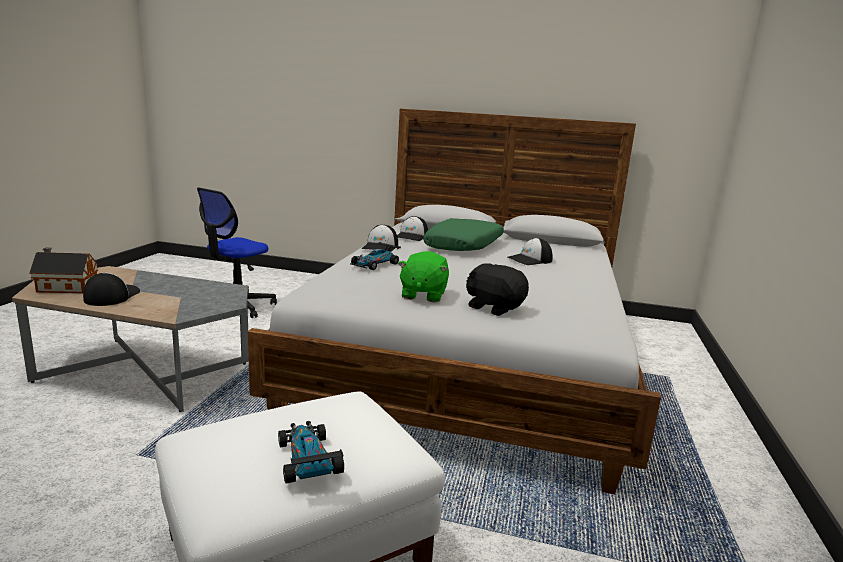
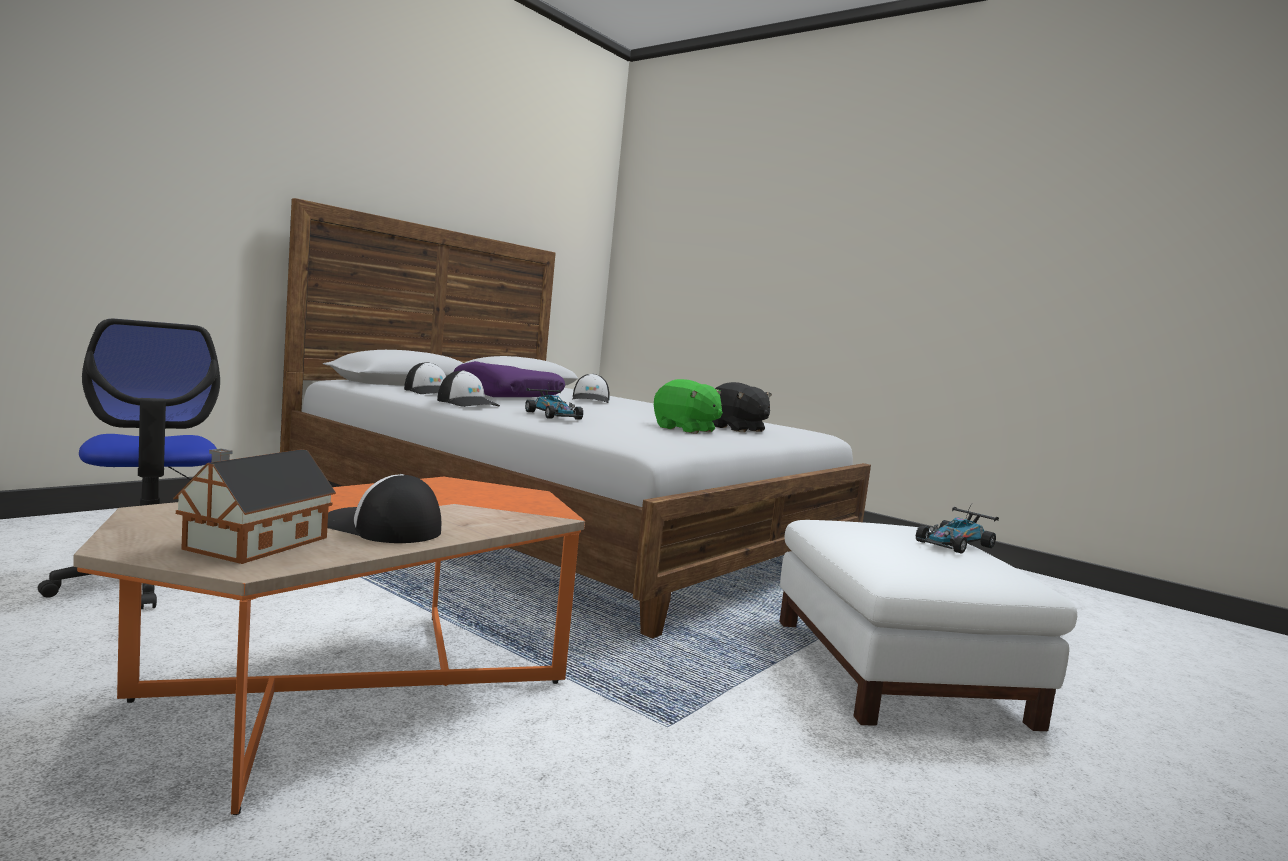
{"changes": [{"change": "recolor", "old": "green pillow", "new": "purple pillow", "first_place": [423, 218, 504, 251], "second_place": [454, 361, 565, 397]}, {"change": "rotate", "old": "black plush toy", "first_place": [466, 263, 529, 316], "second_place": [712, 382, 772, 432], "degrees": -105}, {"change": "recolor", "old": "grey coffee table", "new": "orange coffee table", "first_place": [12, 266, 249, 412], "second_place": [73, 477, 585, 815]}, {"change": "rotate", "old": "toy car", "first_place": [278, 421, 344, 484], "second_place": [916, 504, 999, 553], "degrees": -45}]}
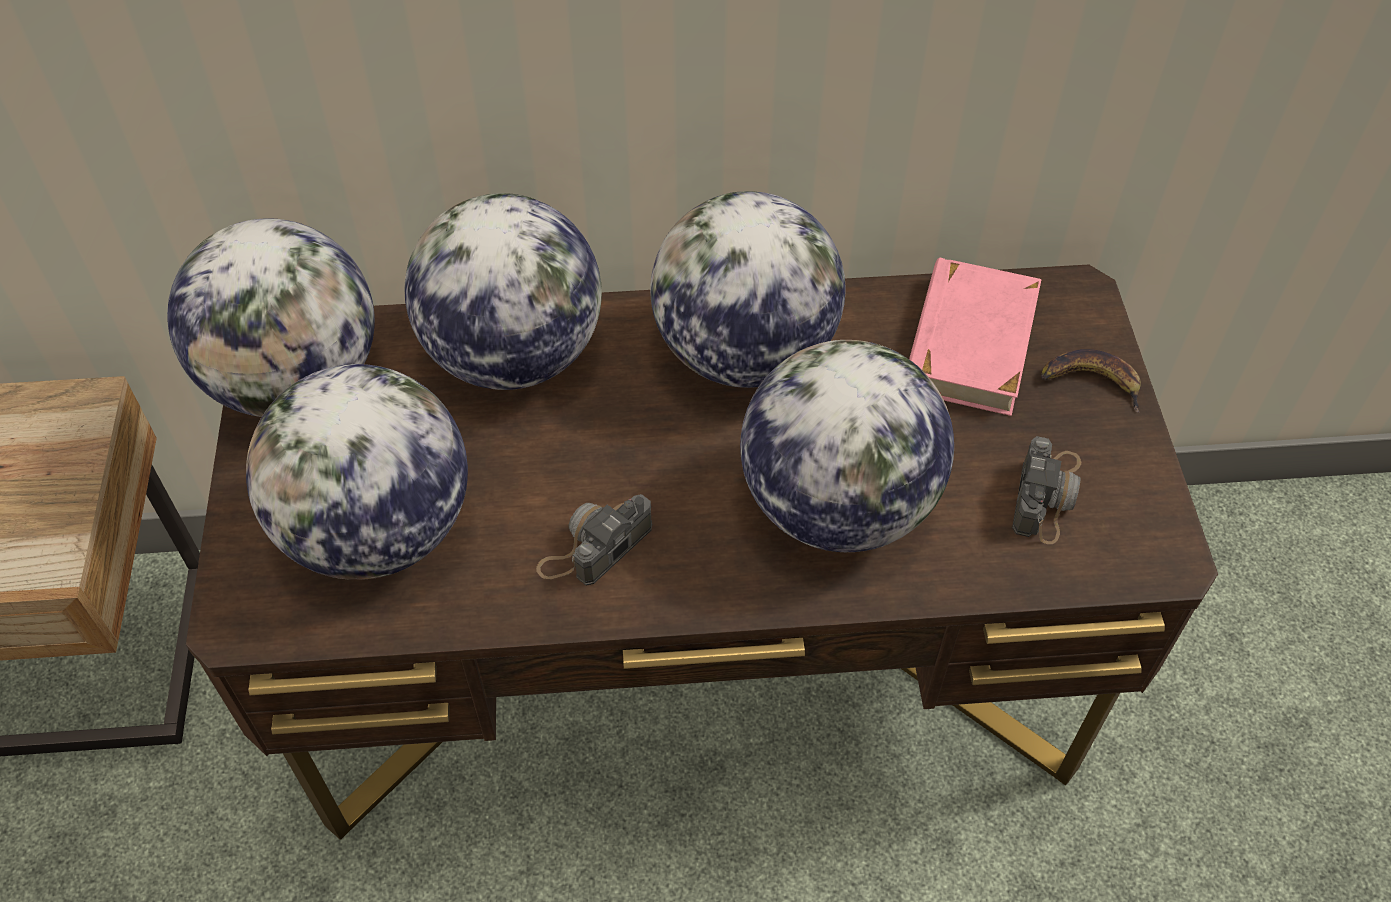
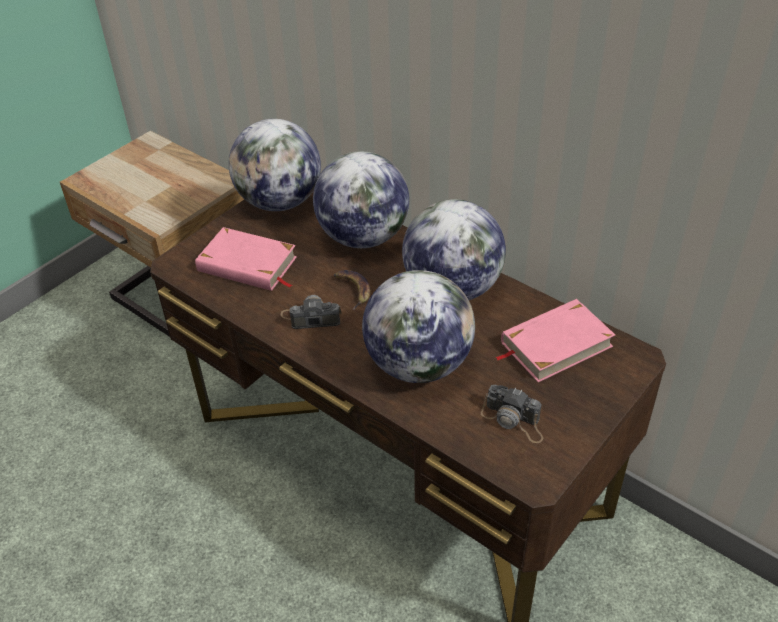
{"changes": [{"change": "move", "old": "banana", "first_place": [1041, 349, 1141, 413], "second_place": [334, 270, 371, 310]}, {"change": "replace", "old": "globe", "new": "pink book", "first_place": [246, 364, 468, 580], "second_place": [195, 227, 297, 291]}, {"change": "rotate", "old": "photo camera", "first_place": [1012, 436, 1081, 544], "second_place": [480, 385, 543, 443], "degrees": 60}]}
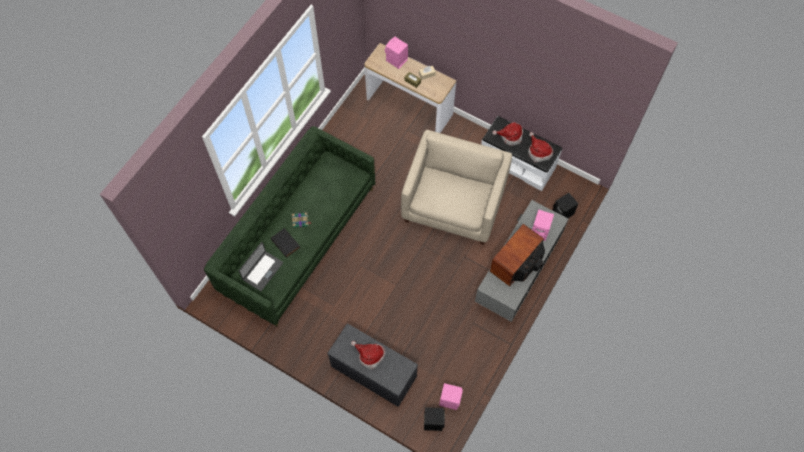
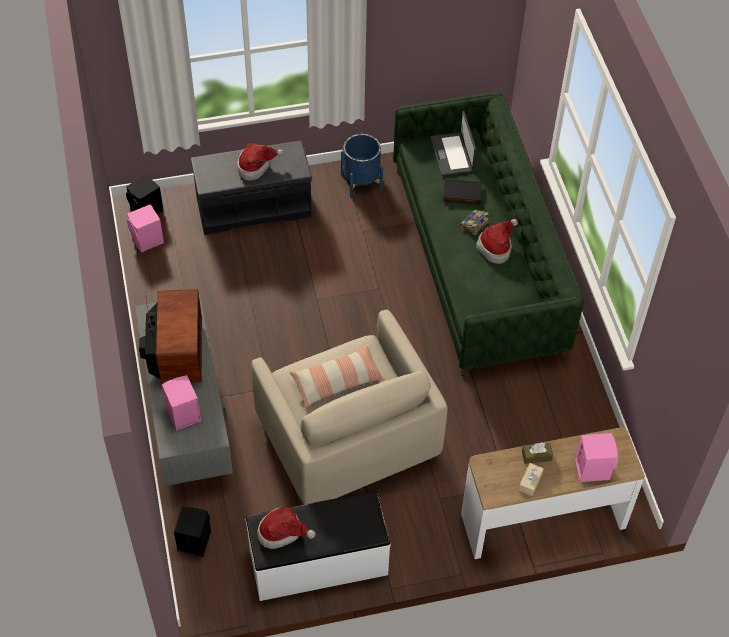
{"changes": [{"change": "move", "old": "hat", "first_place": [492, 122, 523, 146], "second_place": [476, 219, 518, 264]}, {"change": "insert", "new": "blue planter", "second_place": [341, 134, 383, 198]}, {"change": "insert", "new": "pillow", "second_place": [289, 344, 386, 408]}]}
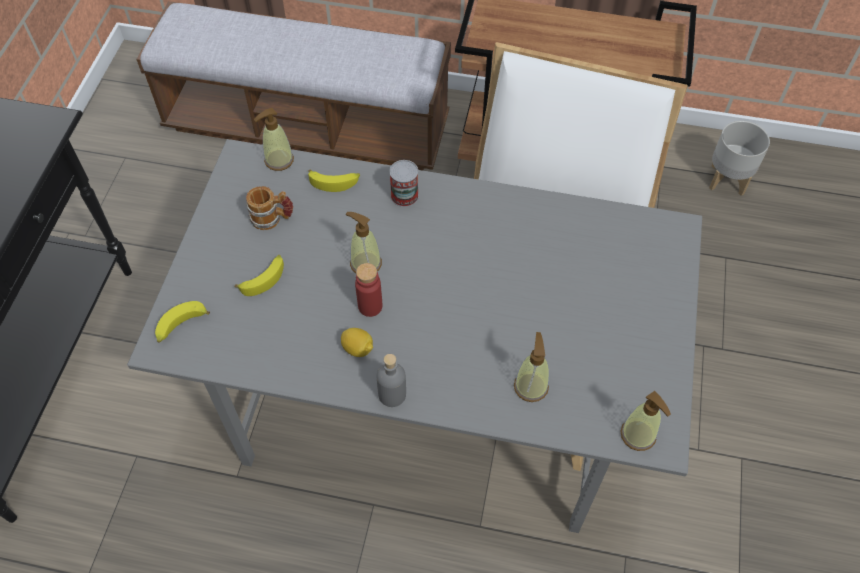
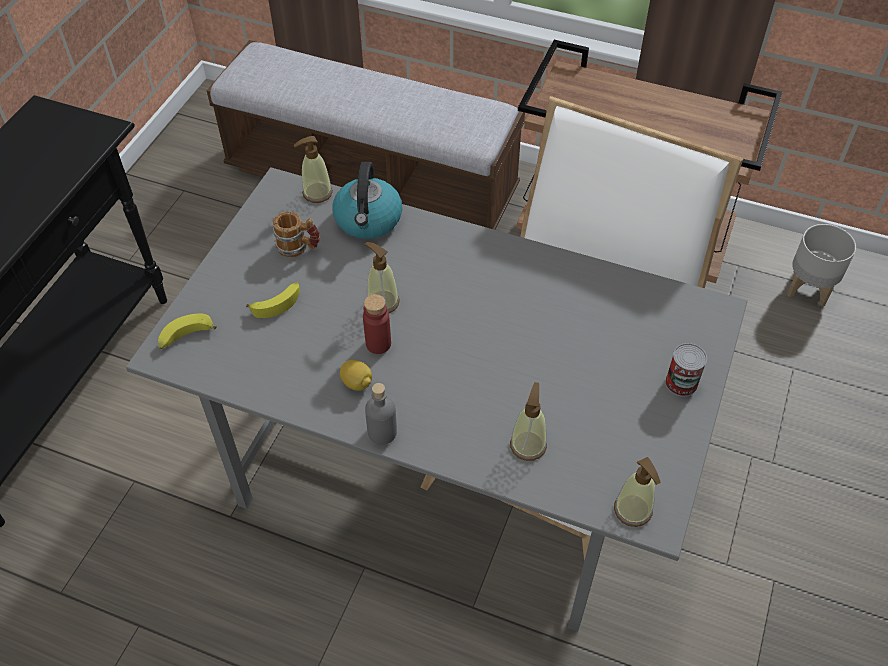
{"changes": [{"change": "move", "old": "can", "first_place": [389, 160, 419, 207], "second_place": [665, 343, 707, 397]}, {"change": "replace", "old": "banana", "new": "kettle", "first_place": [308, 169, 360, 192], "second_place": [333, 162, 402, 239]}]}
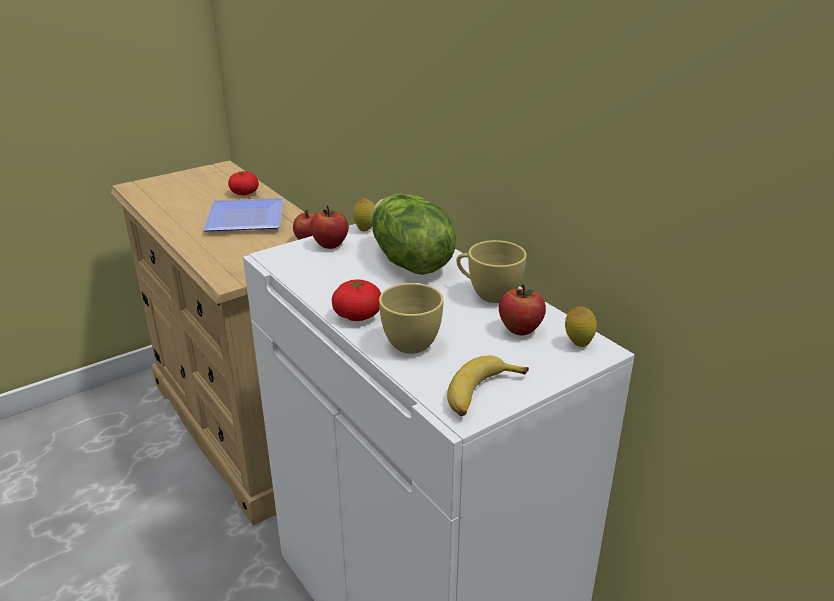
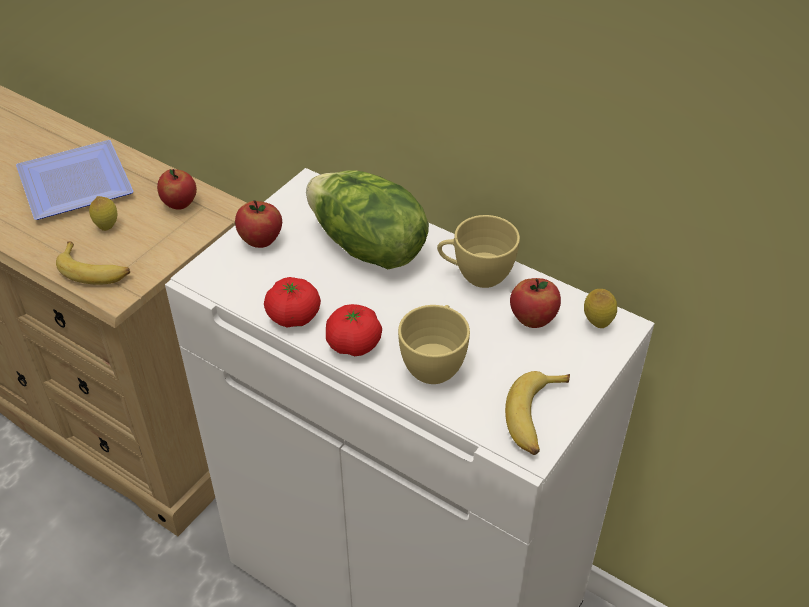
{"changes": [{"change": "move", "old": "tomato", "first_place": [228, 171, 259, 195], "second_place": [264, 277, 321, 327]}, {"change": "move", "old": "lemon", "first_place": [353, 198, 375, 231], "second_place": [89, 196, 117, 231]}, {"change": "insert", "new": "banana", "second_place": [56, 241, 130, 285]}]}
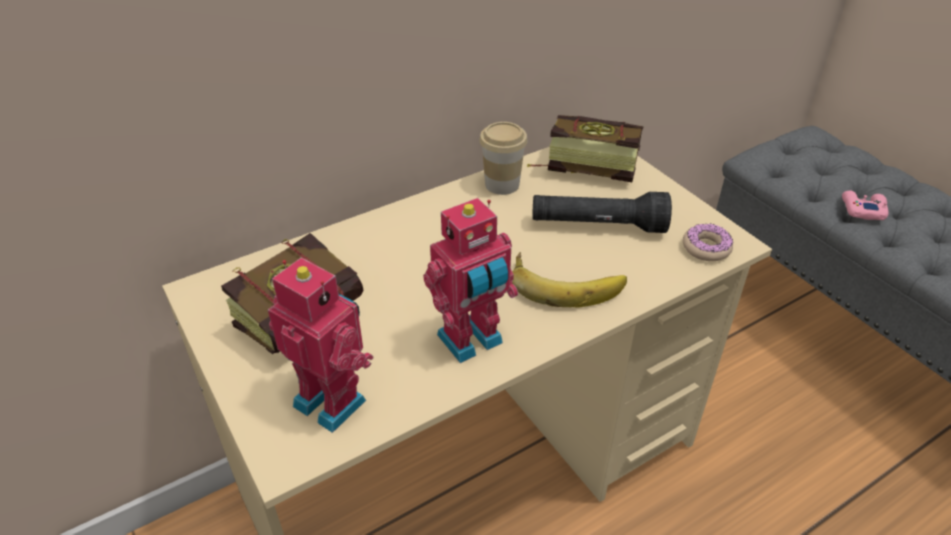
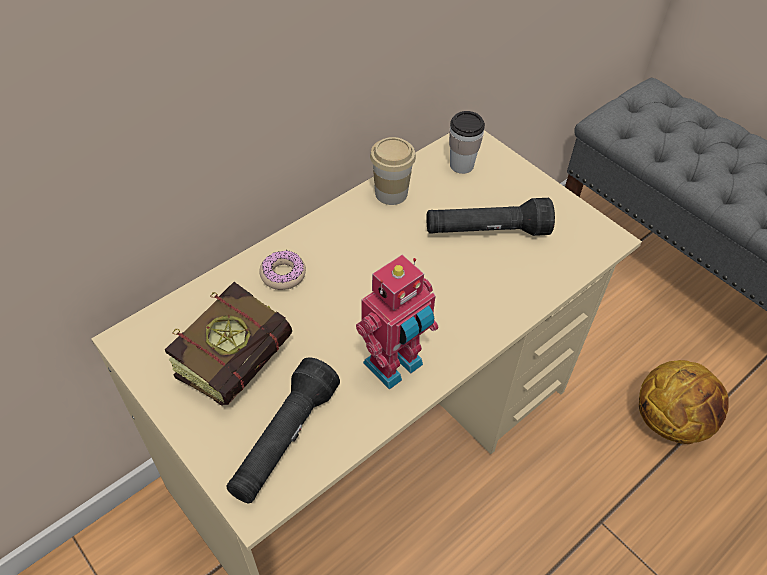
{"changes": [{"change": "replace", "old": "book", "new": "cup", "first_place": [527, 115, 644, 182], "second_place": [449, 111, 485, 174]}, {"change": "delete", "old": "pink game controller", "first_place": [842, 191, 889, 220]}, {"change": "move", "old": "donut", "first_place": [683, 223, 733, 261], "second_place": [259, 250, 306, 290]}, {"change": "delete", "old": "banana", "first_place": [512, 252, 627, 308]}, {"change": "replace", "old": "toy robot", "new": "black flashlight", "first_place": [268, 257, 373, 433], "second_place": [227, 358, 340, 503]}, {"change": "insert", "new": "basketball", "second_place": [639, 360, 729, 444]}]}
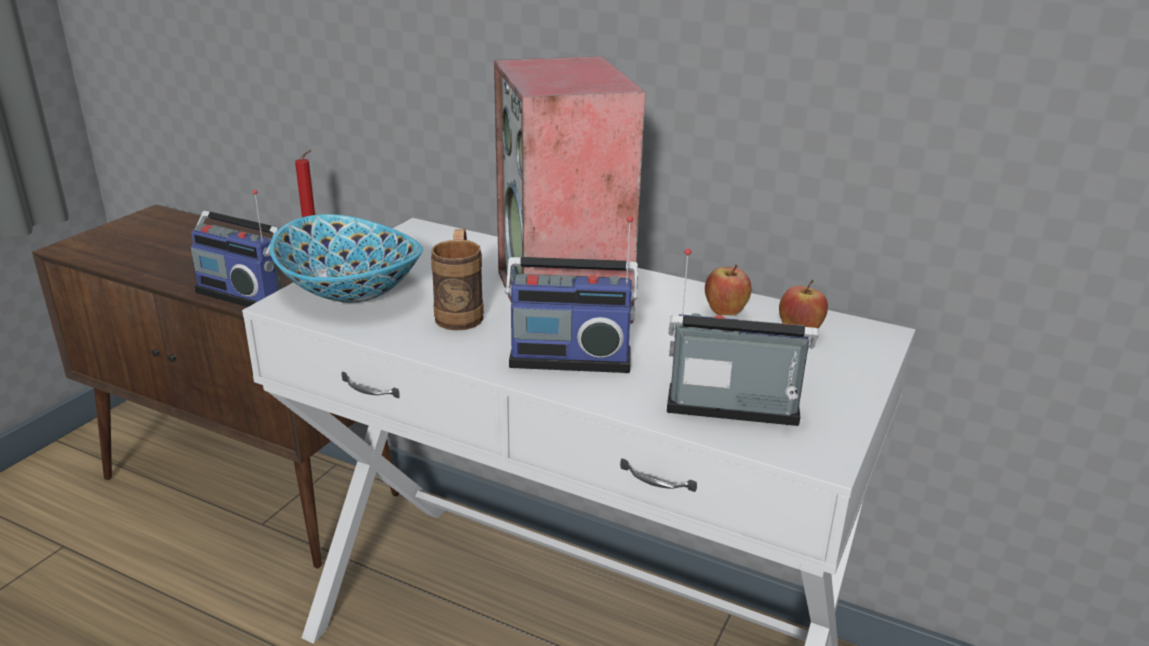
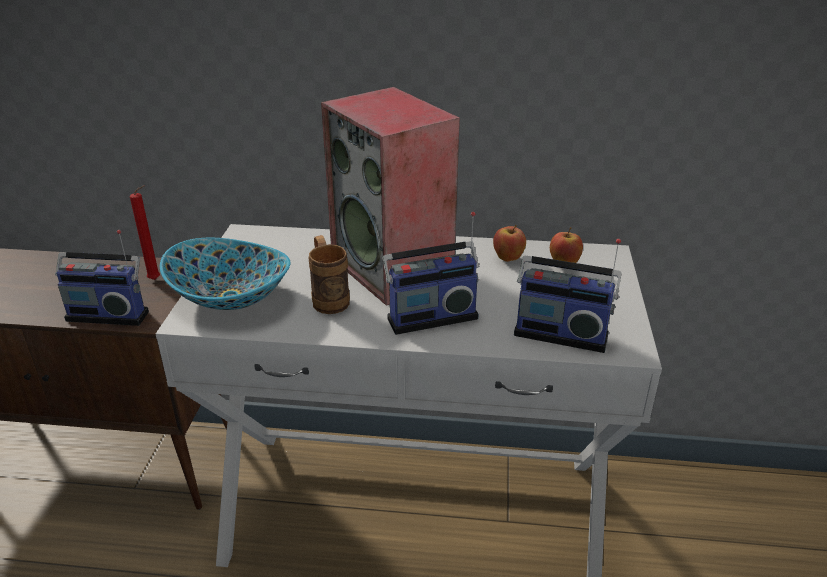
{"changes": [{"change": "rotate", "old": "radio", "first_place": [667, 248, 819, 426], "second_place": [514, 239, 622, 353], "degrees": -150}]}
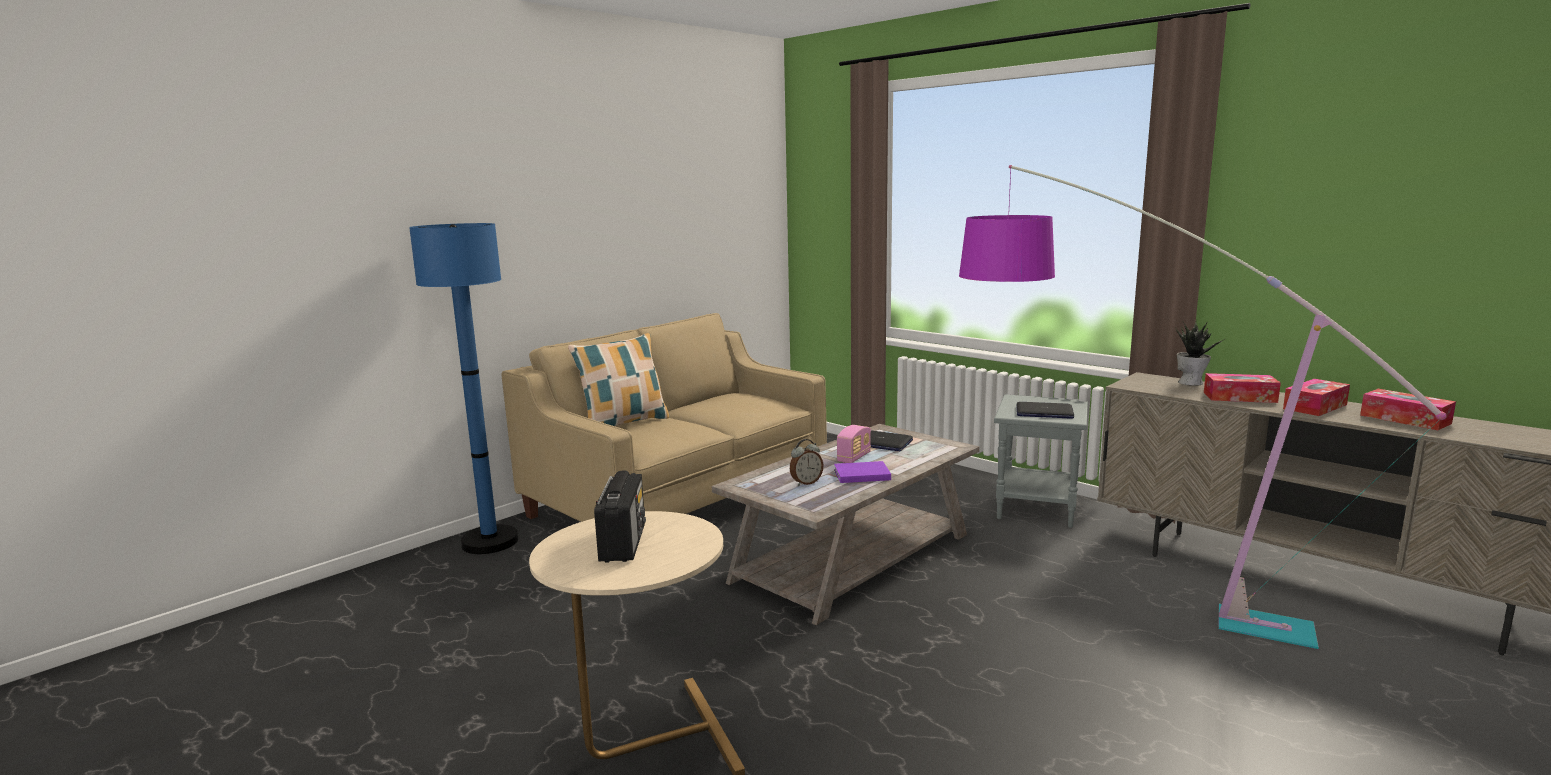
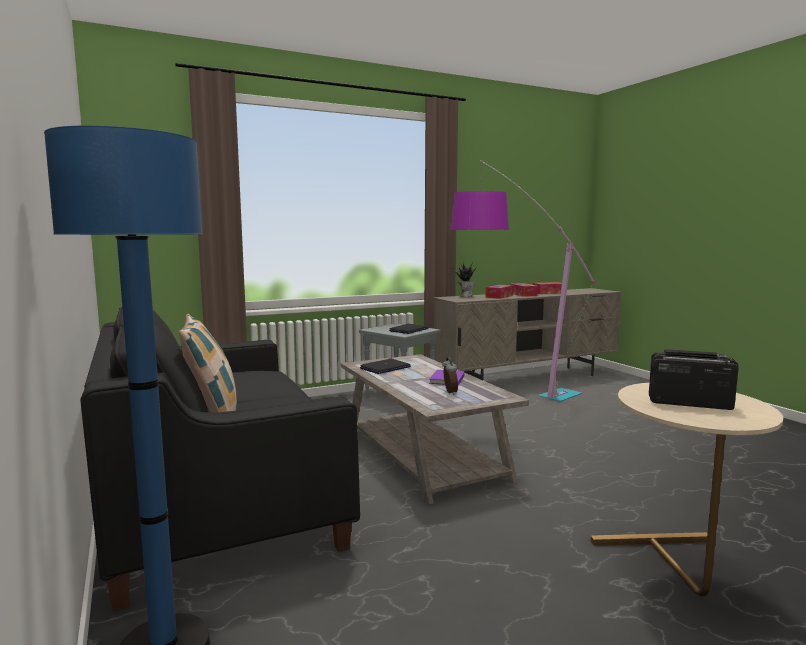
{"changes": [{"change": "recolor", "old": "beige sofa", "new": "black sofa", "first_place": [501, 313, 827, 522], "second_place": [80, 307, 360, 611]}, {"change": "delete", "old": "radio", "first_place": [837, 425, 871, 463]}]}
